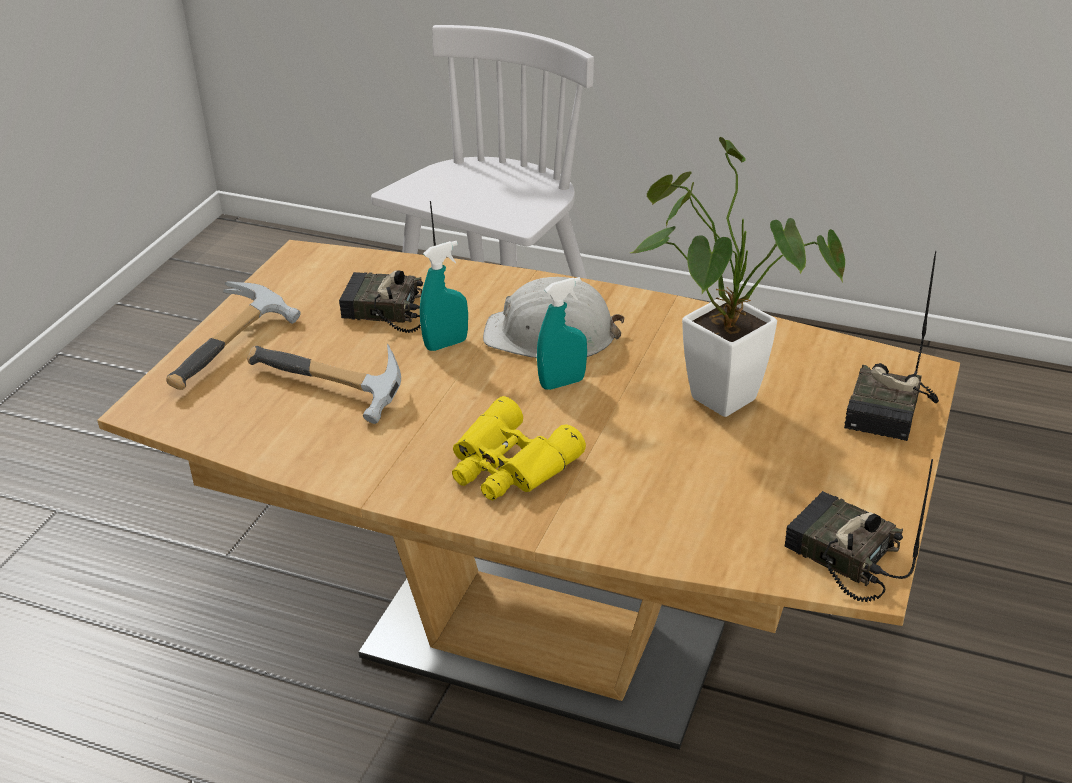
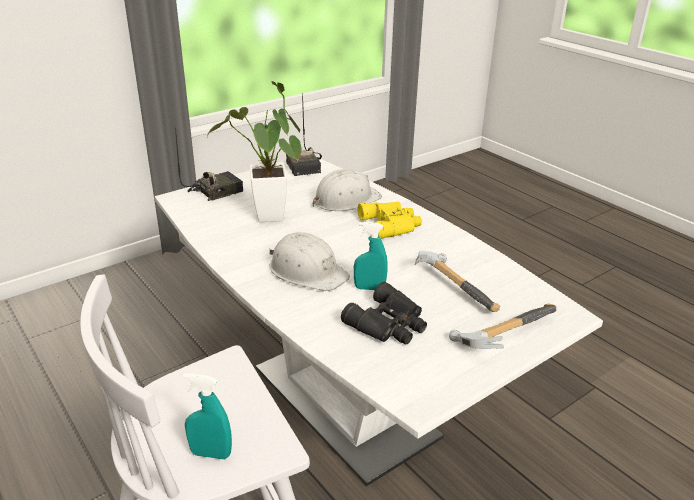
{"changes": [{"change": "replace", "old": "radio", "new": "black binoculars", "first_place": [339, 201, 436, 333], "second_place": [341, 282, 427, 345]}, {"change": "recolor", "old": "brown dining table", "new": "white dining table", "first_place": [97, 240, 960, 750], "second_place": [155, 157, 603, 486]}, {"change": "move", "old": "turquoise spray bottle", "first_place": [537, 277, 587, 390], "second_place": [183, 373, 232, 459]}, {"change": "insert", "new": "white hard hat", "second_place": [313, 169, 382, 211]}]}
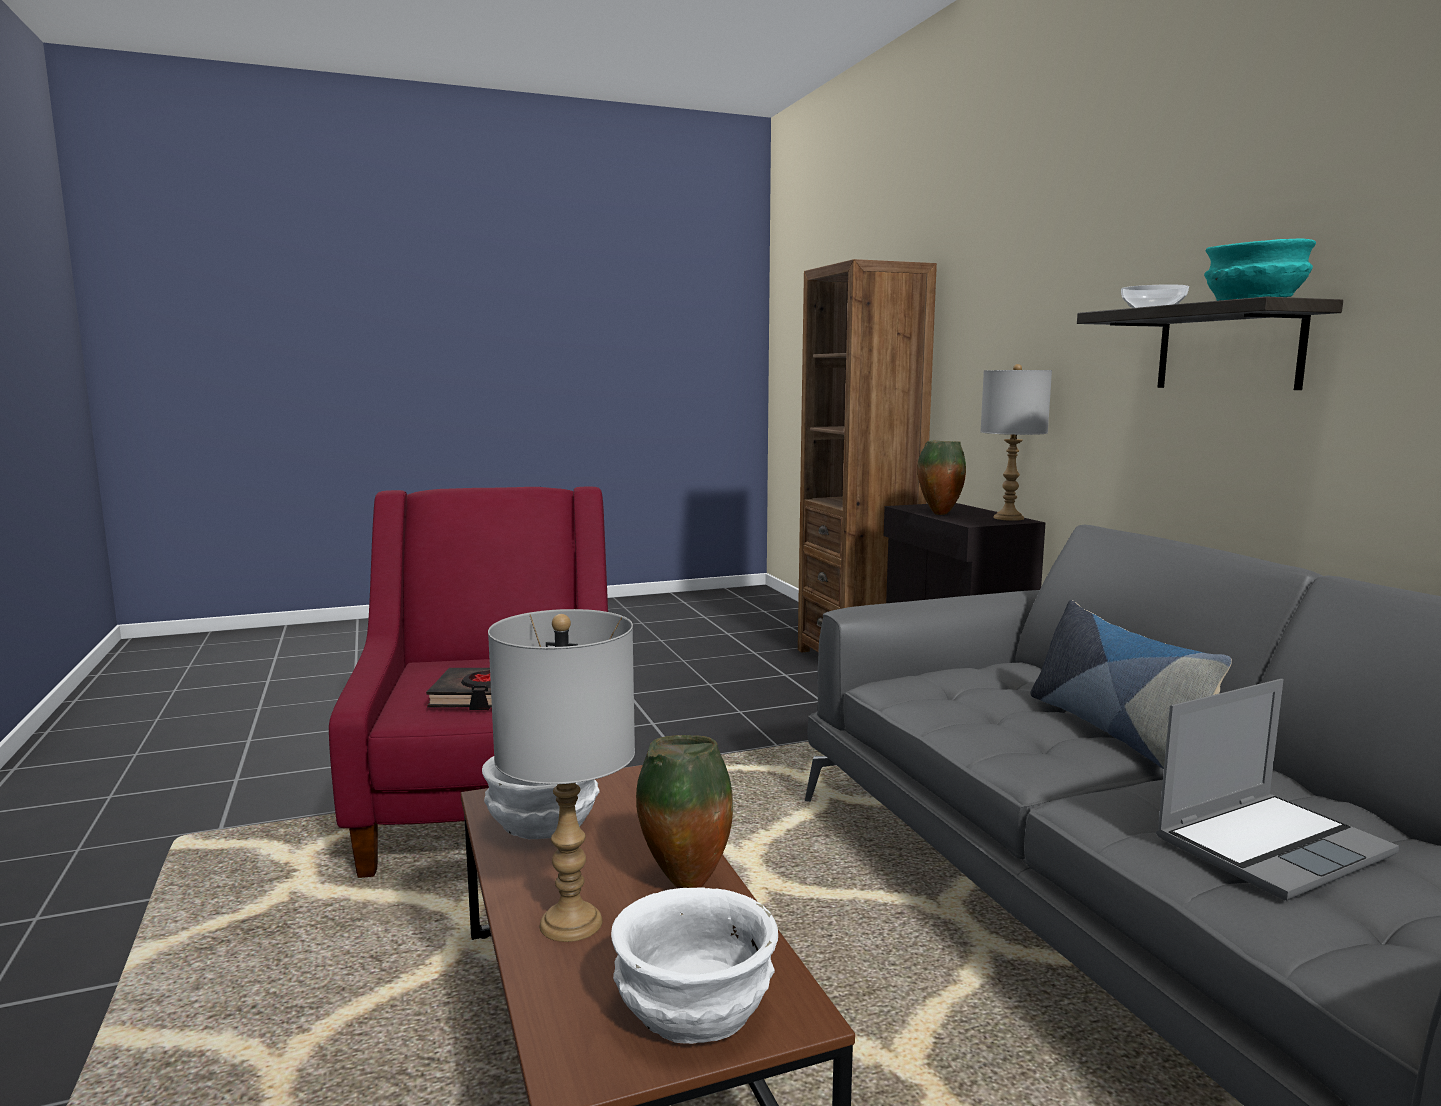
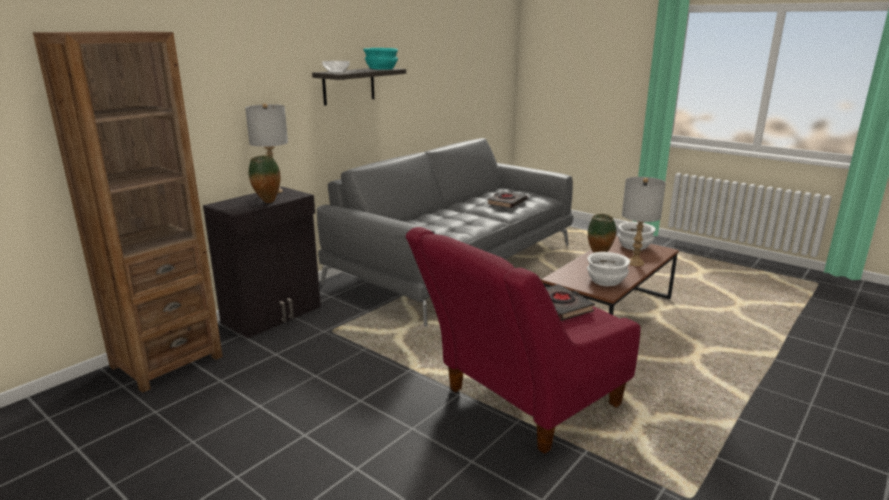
{"changes": [{"change": "delete", "old": "pillow", "first_place": [1030, 600, 1232, 769]}, {"change": "replace", "old": "laptop", "new": "black book", "first_place": [1156, 679, 1399, 901], "second_place": [487, 191, 527, 208]}]}
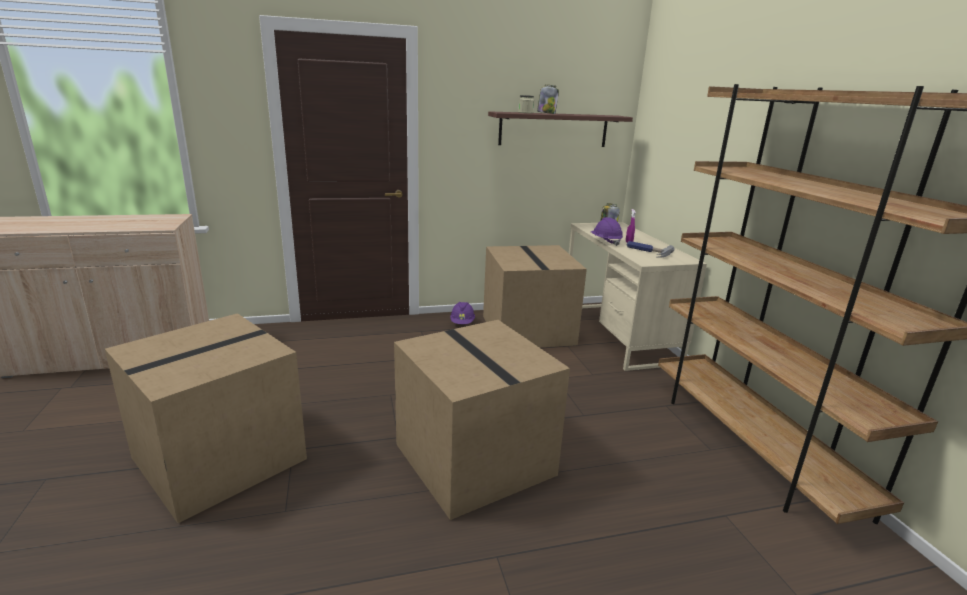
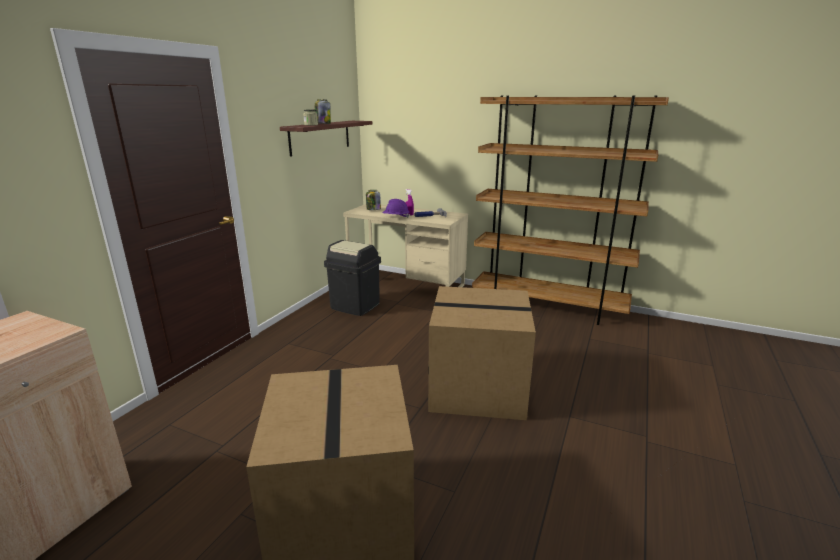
{"changes": [{"change": "replace", "old": "cardboard box", "new": "black trash can", "first_place": [483, 245, 587, 347], "second_place": [324, 240, 381, 316]}, {"change": "delete", "old": "purple hard hat", "first_place": [450, 302, 475, 324]}]}
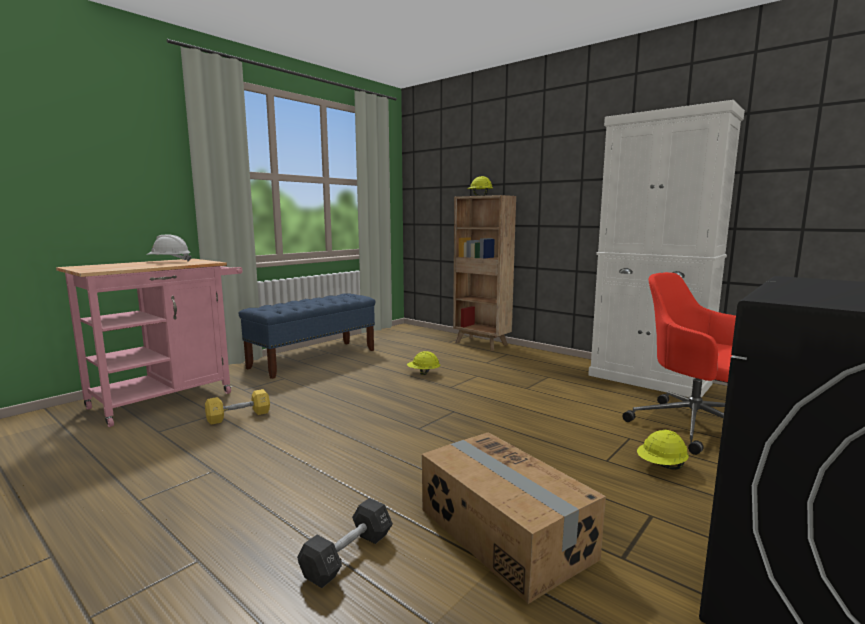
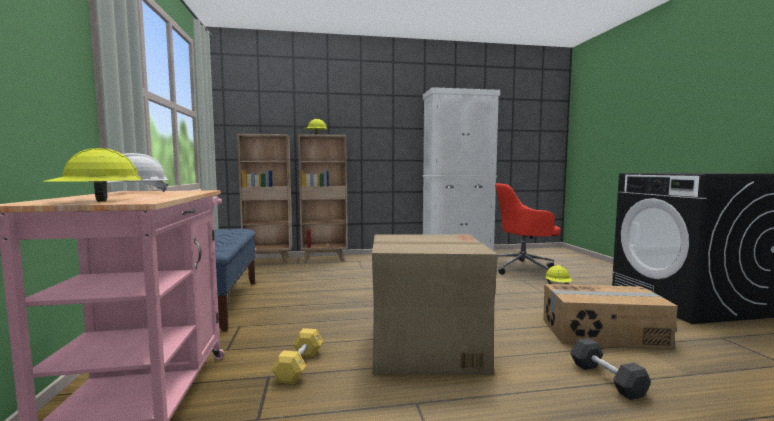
{"changes": [{"change": "move", "old": "yellow hard hat", "first_place": [407, 351, 440, 375], "second_place": [45, 148, 142, 202]}, {"change": "insert", "new": "brown bookcase", "second_place": [237, 134, 292, 263]}, {"change": "insert", "new": "cardboard box", "second_place": [372, 234, 498, 375]}]}
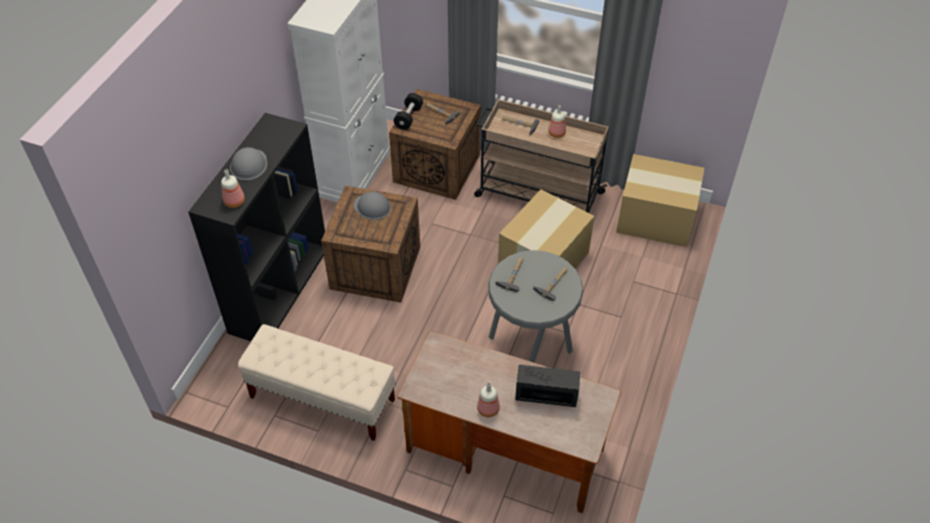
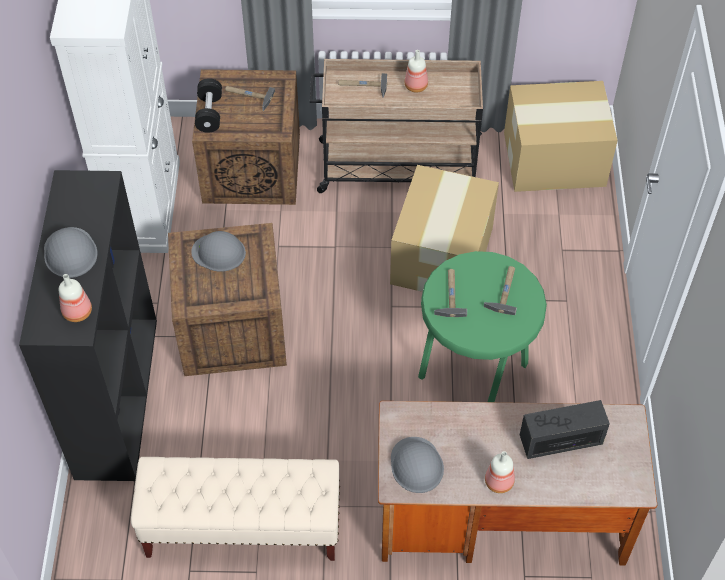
{"changes": [{"change": "recolor", "old": "grey stool", "new": "green stool", "first_place": [489, 250, 583, 362], "second_place": [418, 251, 547, 402]}, {"change": "insert", "new": "grey hard hat", "second_place": [391, 437, 444, 493]}]}
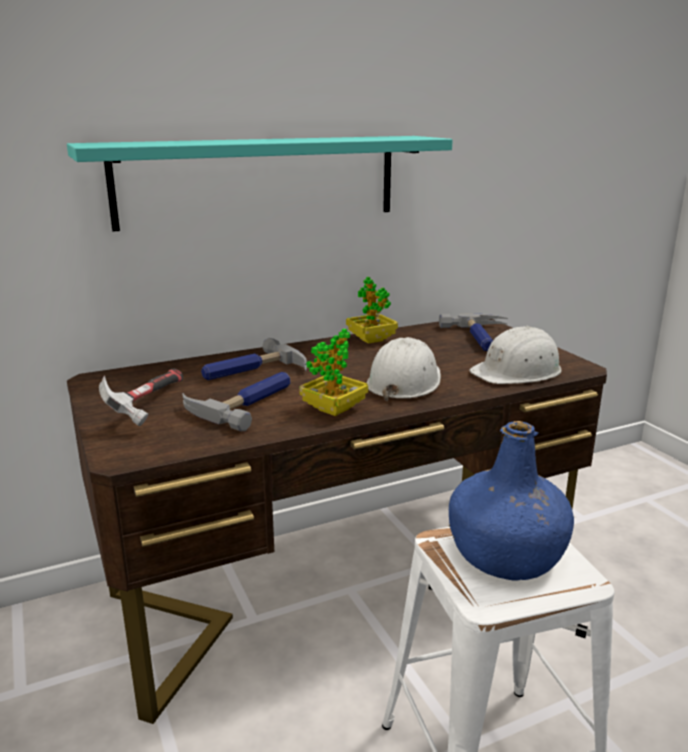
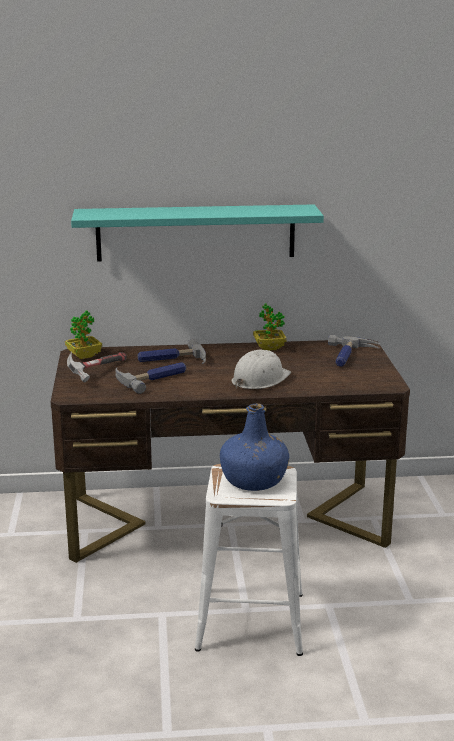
{"changes": [{"change": "delete", "old": "white hard hat", "first_place": [469, 325, 561, 384]}, {"change": "move", "old": "potted plant", "first_place": [299, 329, 368, 416], "second_place": [65, 310, 102, 359]}]}
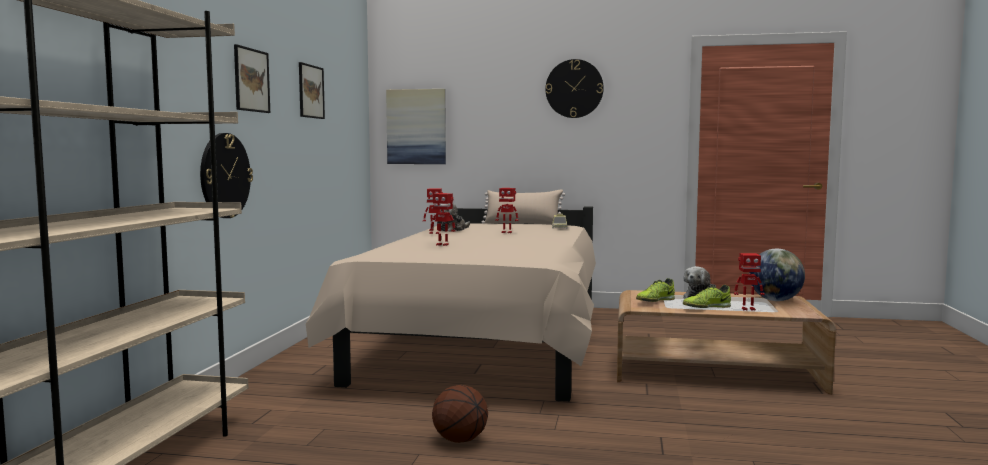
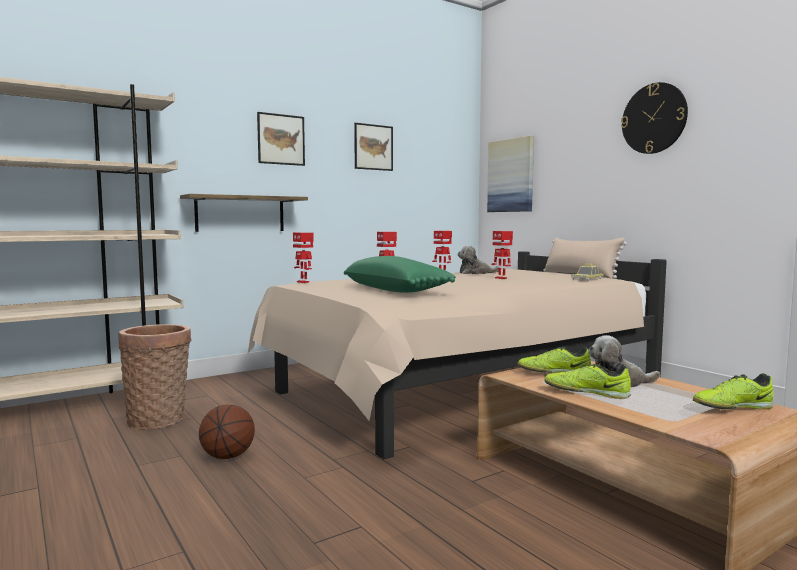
{"changes": [{"change": "replace", "old": "wall clock", "new": "shelf", "first_place": [200, 133, 253, 218], "second_place": [180, 194, 308, 232]}, {"change": "replace", "old": "globe", "new": "shoe", "first_place": [749, 249, 805, 301], "second_place": [693, 373, 774, 409]}, {"change": "move", "old": "toy robot", "first_place": [734, 253, 765, 311], "second_place": [293, 232, 314, 283]}, {"change": "insert", "new": "green pillow", "second_place": [344, 256, 456, 293]}, {"change": "insert", "new": "basket", "second_place": [118, 324, 192, 430]}]}
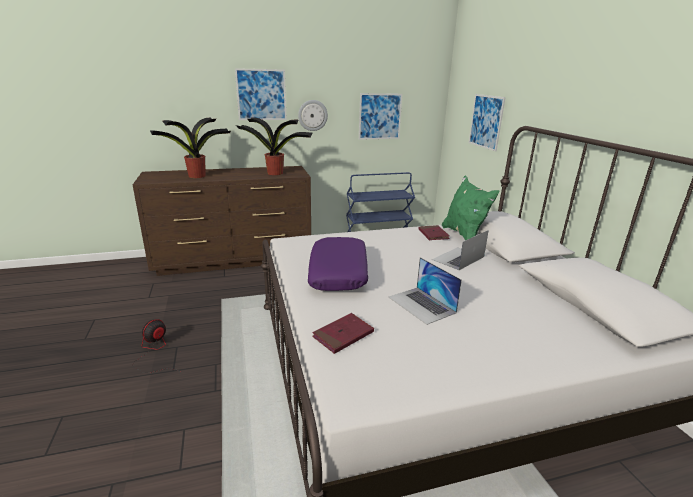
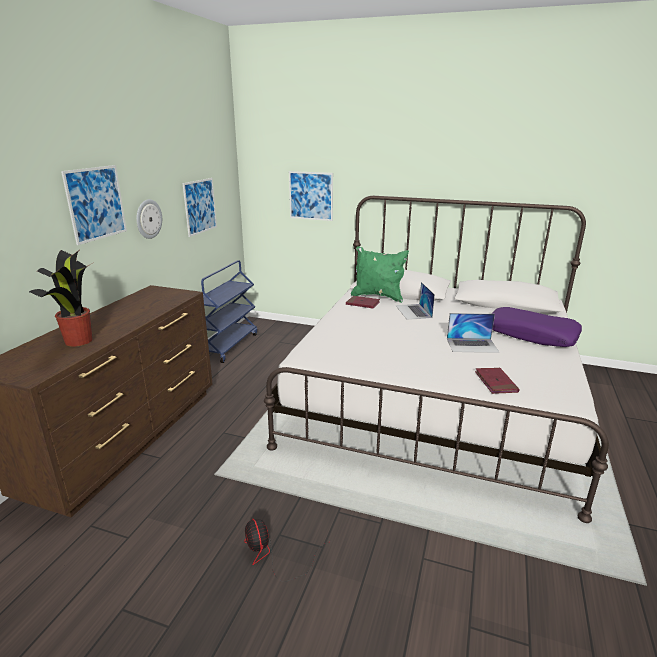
{"changes": [{"change": "delete", "old": "potted plant", "first_place": [236, 117, 312, 175]}, {"change": "move", "old": "purple pillow", "first_place": [308, 237, 368, 291], "second_place": [492, 307, 582, 347]}]}
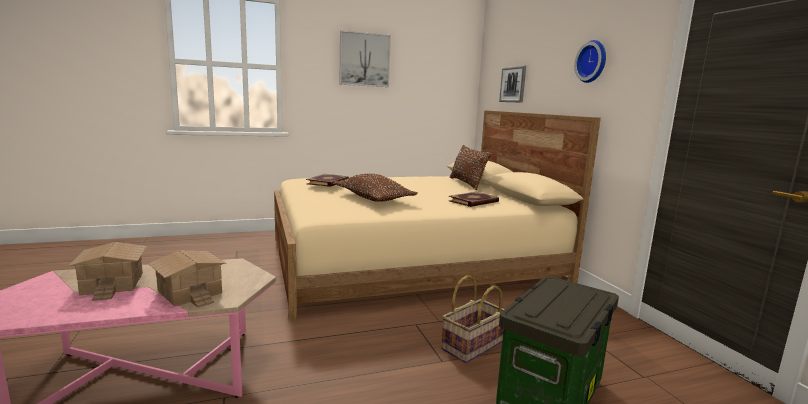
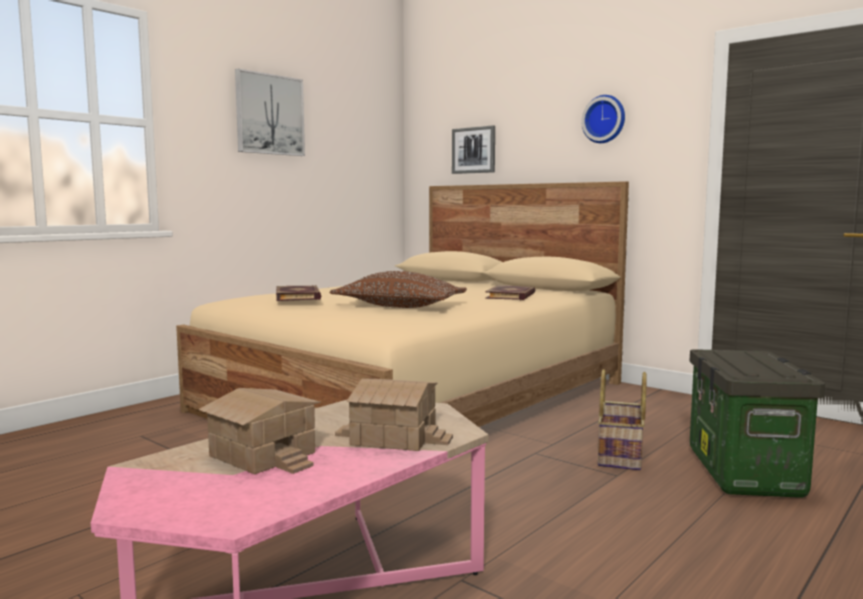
{"changes": [{"change": "delete", "old": "brown pillow", "first_place": [450, 145, 492, 190]}]}
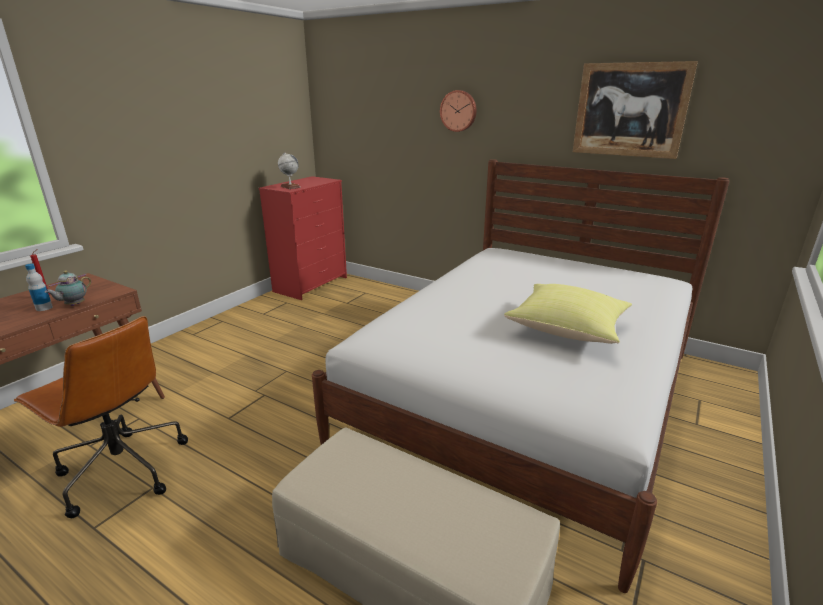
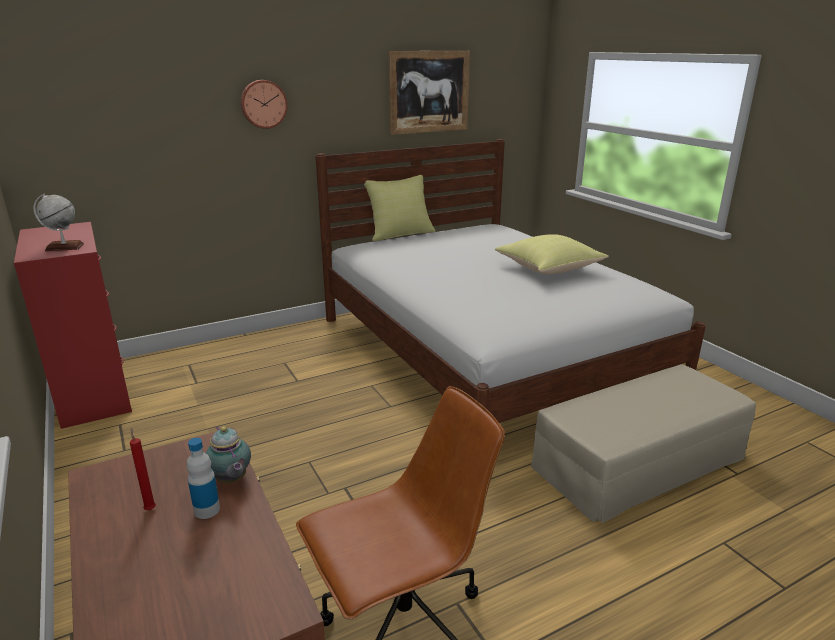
{"changes": [{"change": "insert", "new": "yellow pillow", "second_place": [364, 175, 436, 241]}]}
